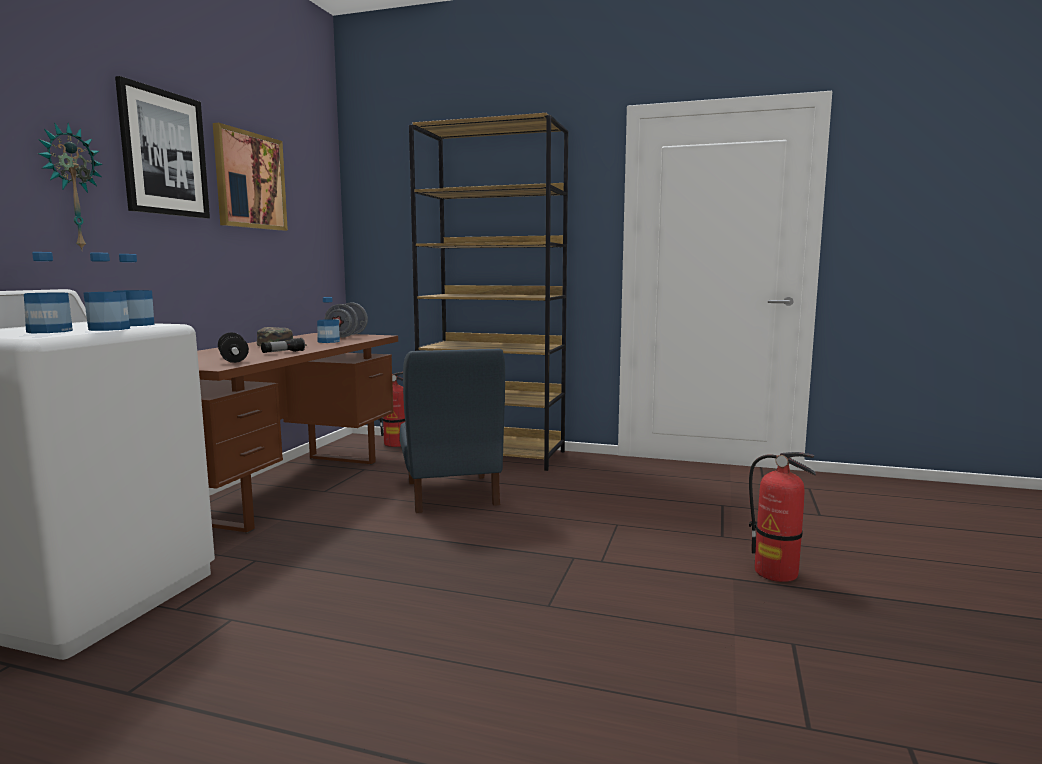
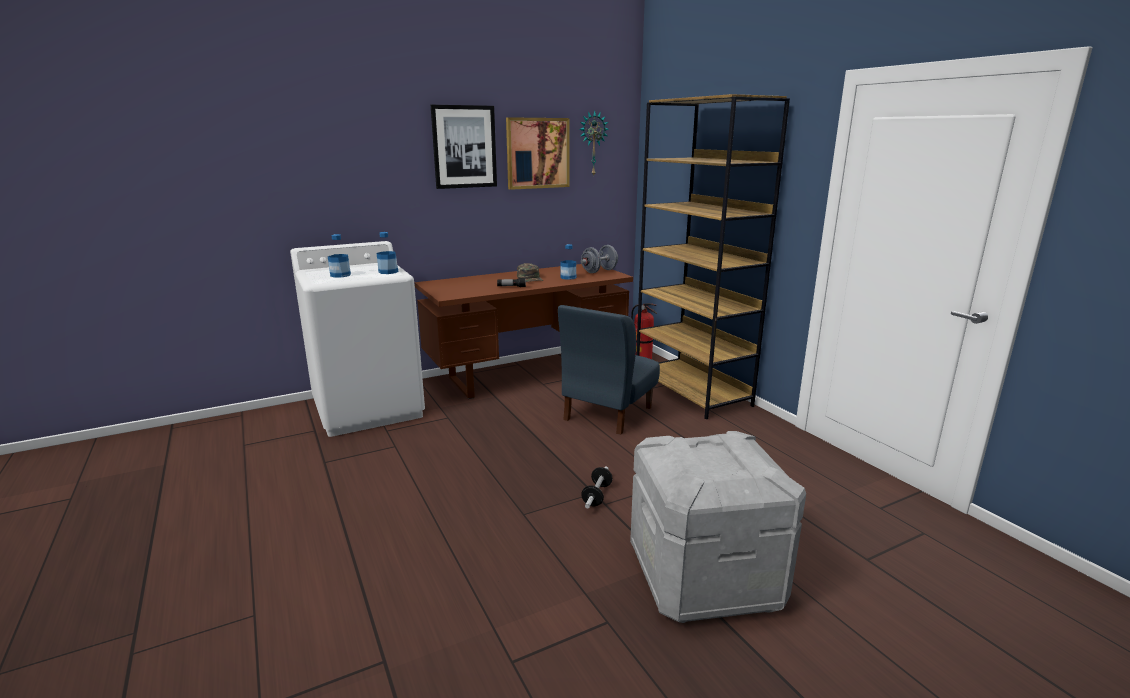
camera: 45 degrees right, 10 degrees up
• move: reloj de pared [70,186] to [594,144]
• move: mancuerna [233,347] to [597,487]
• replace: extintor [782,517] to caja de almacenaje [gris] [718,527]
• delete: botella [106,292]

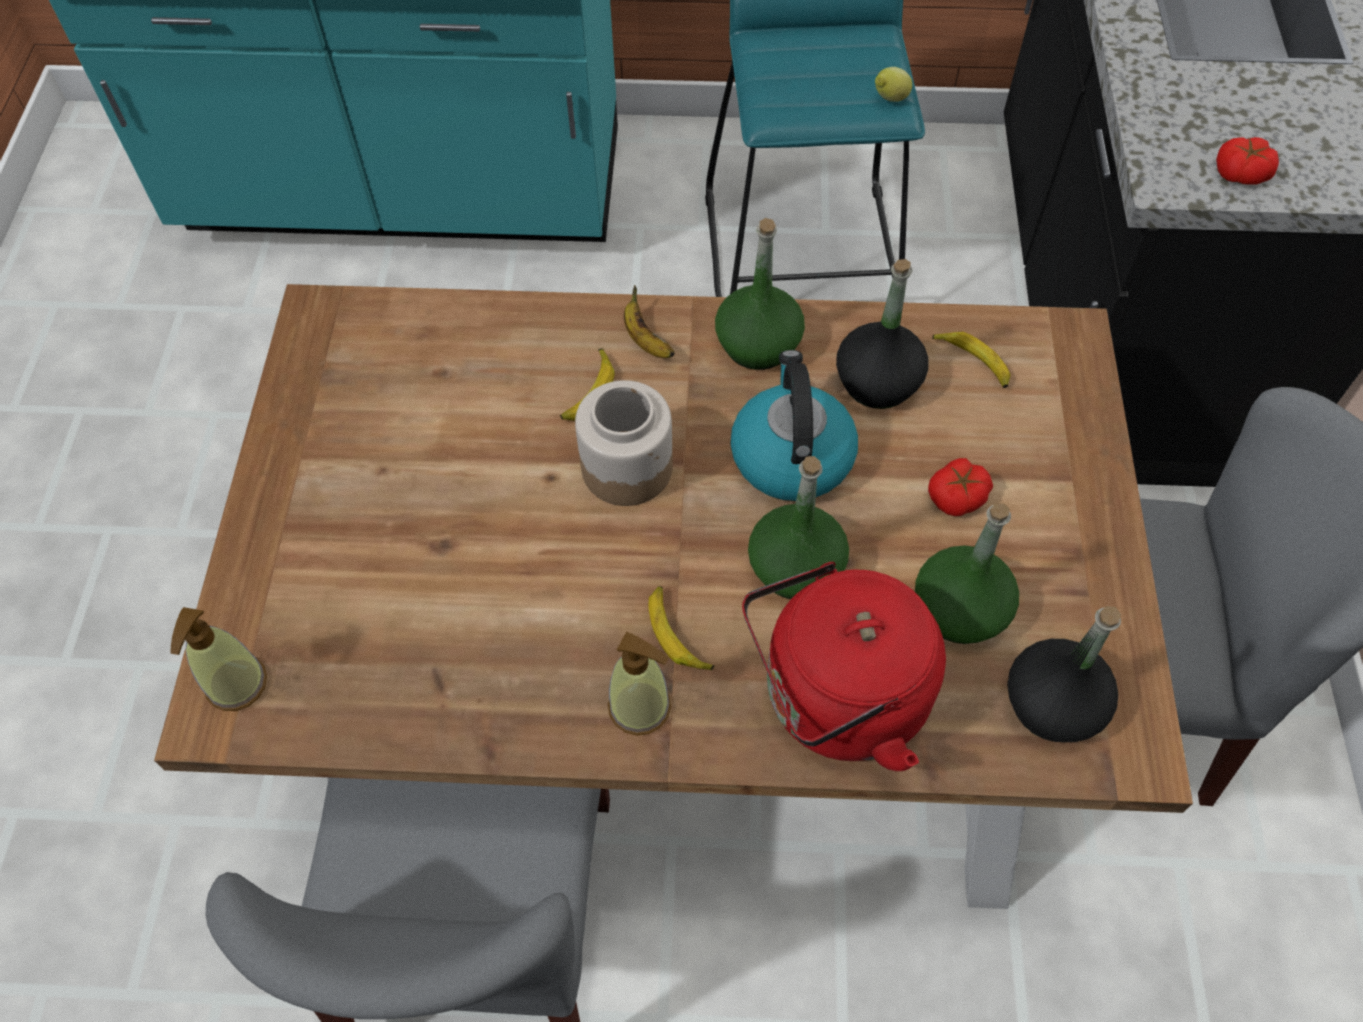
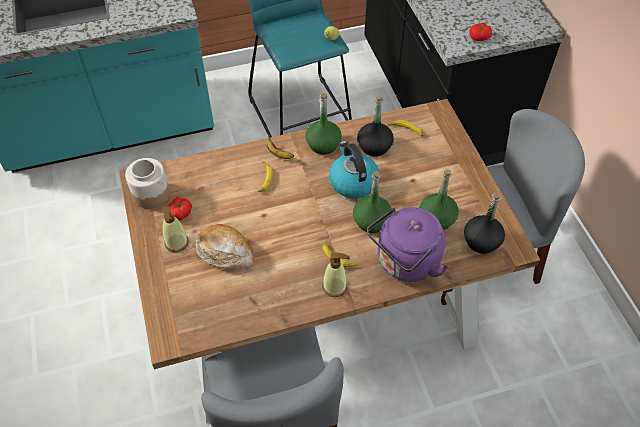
camera: 20 degrees left, 5 degrees down
• move: tarro [624,443] to [147,183]
• move: dispensador de jabón [218,659] to [176,229]
• move: tomate [960,487] to [180,209]
• insert: pan [224,246]
• recolor: hervidor [rojo] [844,666] to hervidor [morado] [408,244]

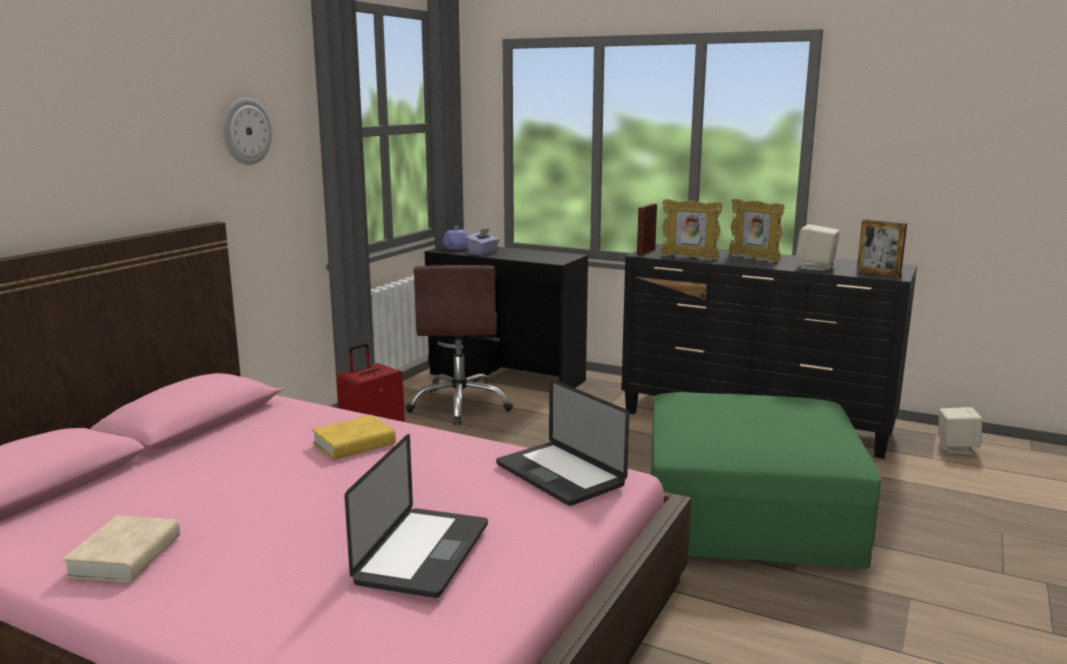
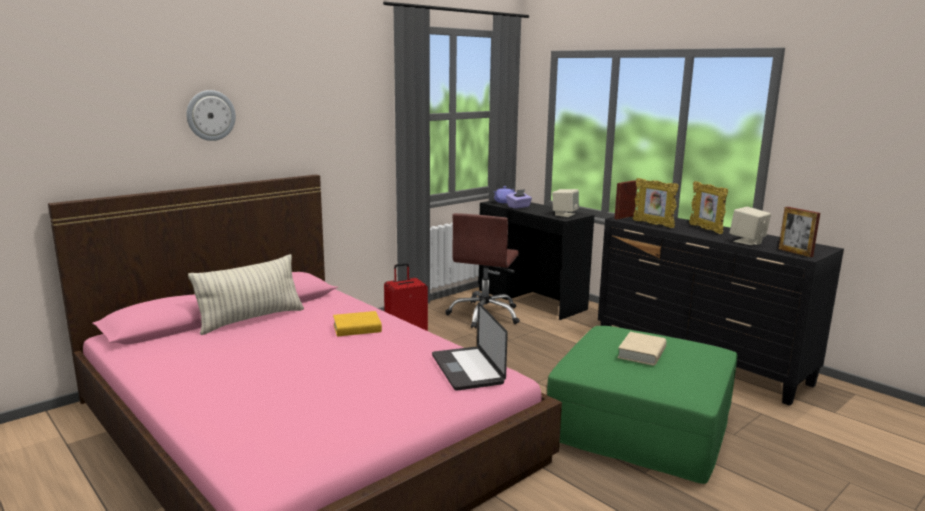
camera: 20 degrees right, 0 degrees up
• move: reloj de pared [247,131] to [211,115]
• insert: cojín [246,294]
• move: altavoz [beis] [960,431] to [565,203]
• move: libro [beis] [121,549] to [642,349]
• delete: portátil [416,516]

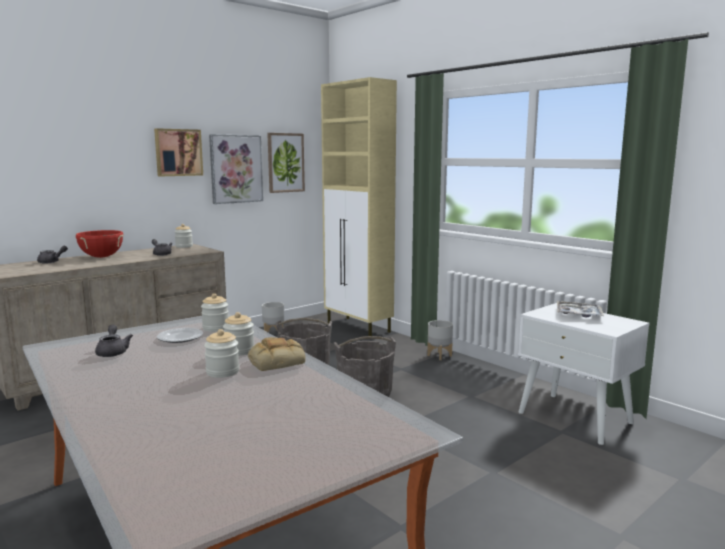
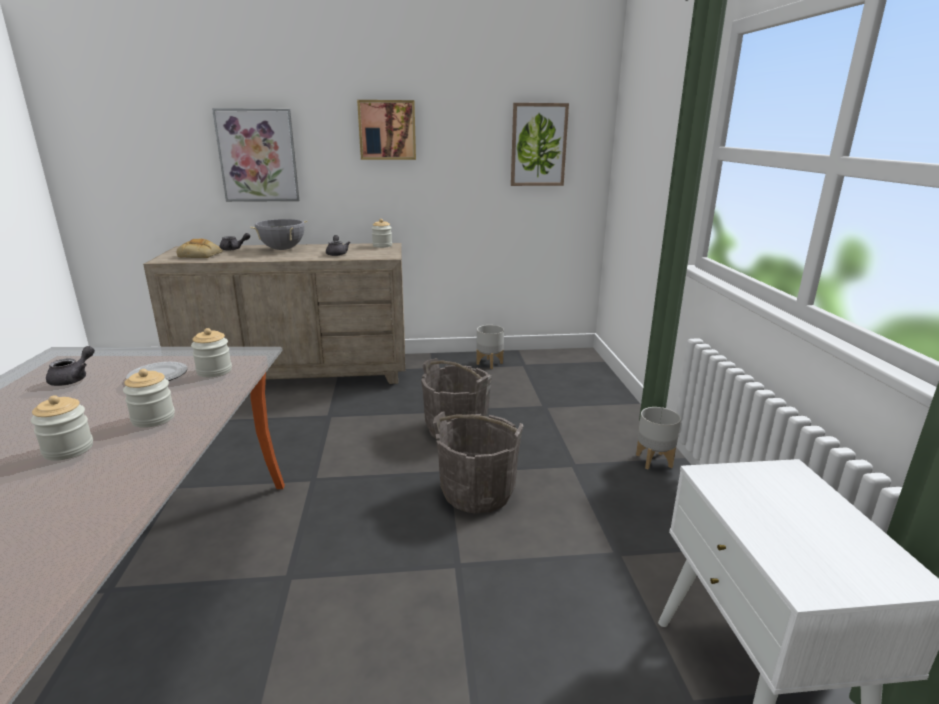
camera: 35 degrees right, 10 degrees up
• move: pan [277,354] to [200,248]
• move: cuadro [236,169] to [255,155]
• recolor: olla [rojo] [100,244] to olla [gris] [279,234]
• delete: armario [beis] [359,206]
• delete: bandeja [580,309]

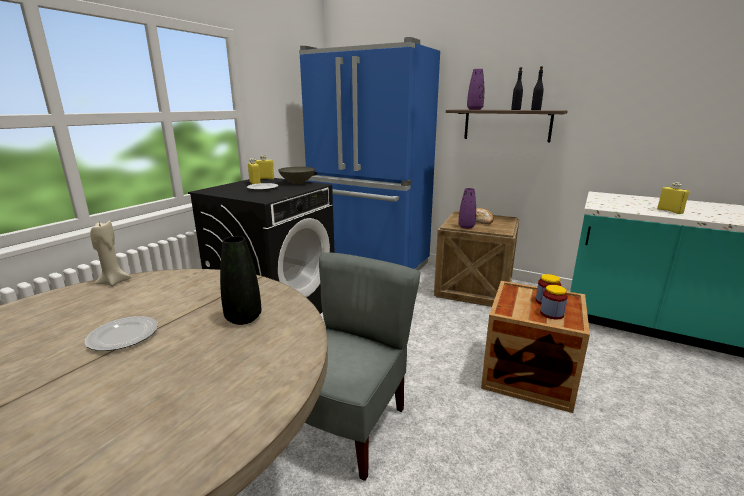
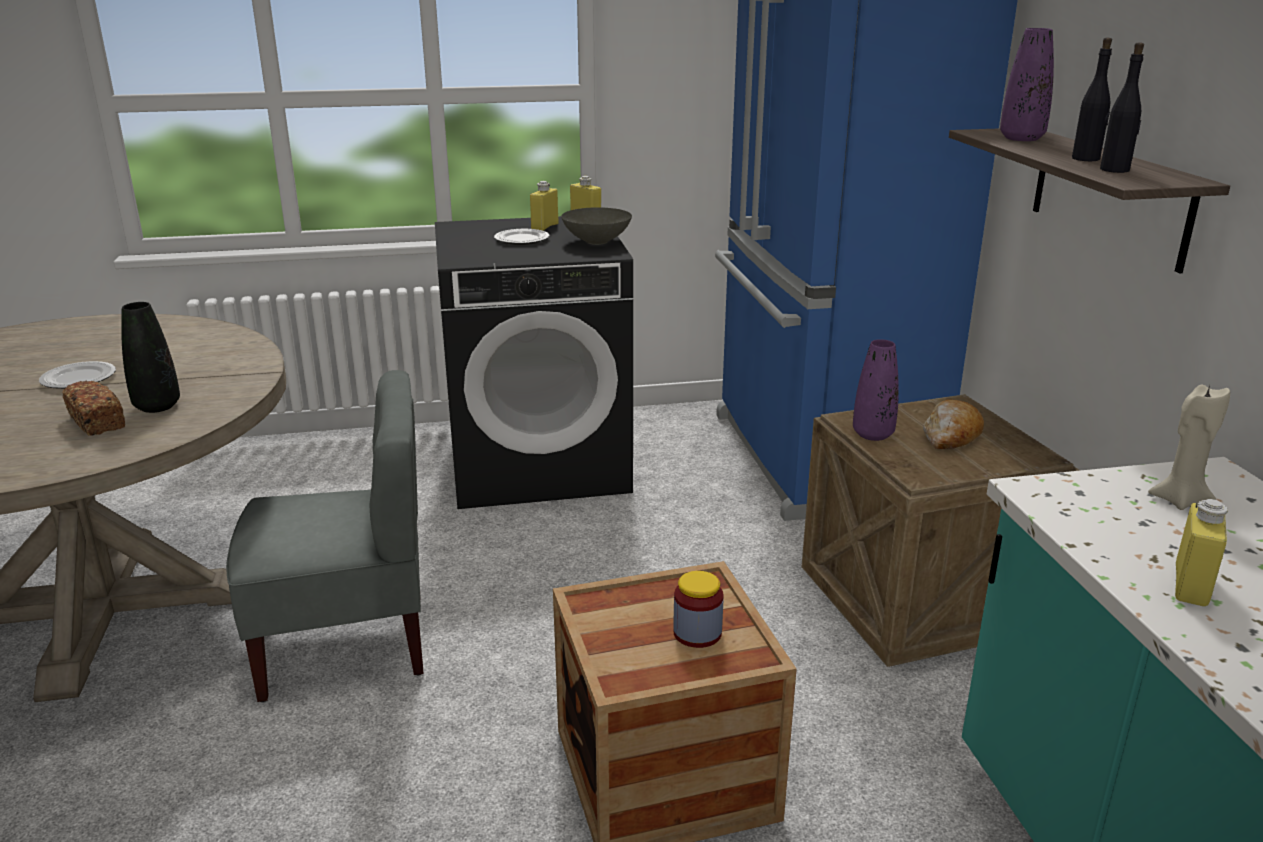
camera: 50 degrees right, 5 degrees up
• insert: pan [93,408]
• move: vela [beis] [110,253] to [1189,447]
• delete: tarro [554,302]

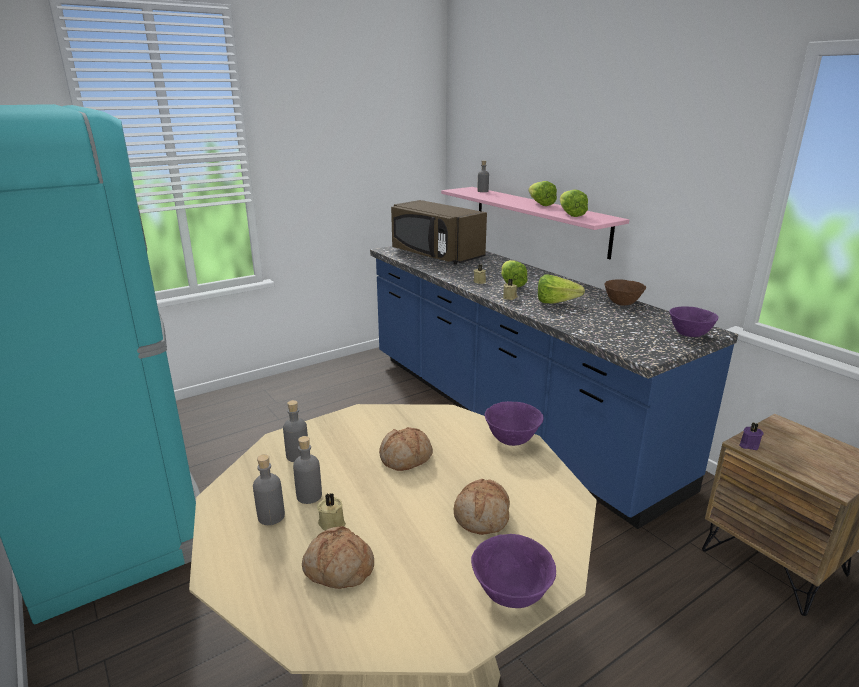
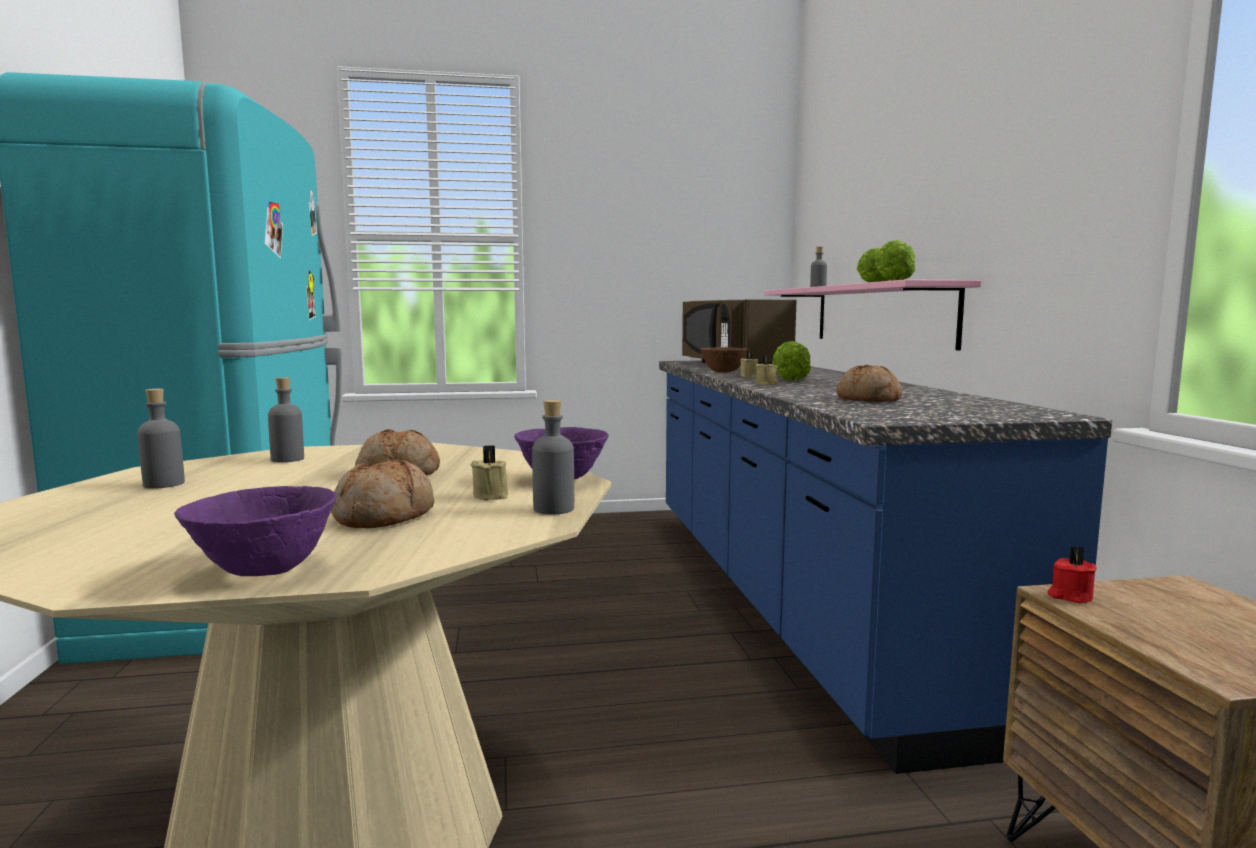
camera: 25 degrees right, 15 degrees down
• move: vela [beis] [331,511] to [489,472]
• move: botella [gris] [307,470] to [553,457]
• move: cuenco [marrón] [625,292] to [724,360]
• move: pan [338,557] to [869,383]
• recolor: vela [morado] [751,436] to vela [rojo] [1072,574]
• delete: lechuga [561,289]
• delete: cuenco [morado] [694,321]

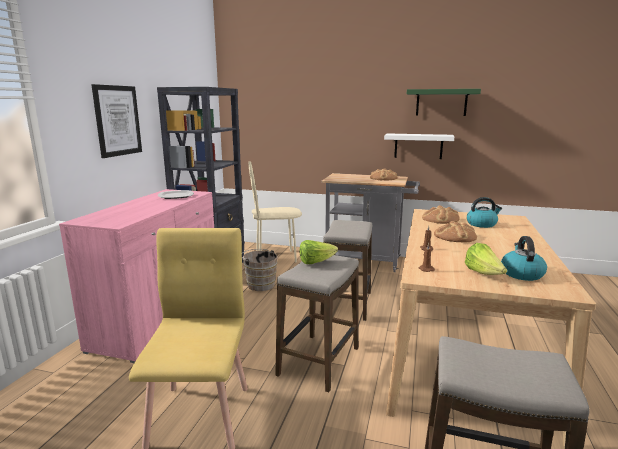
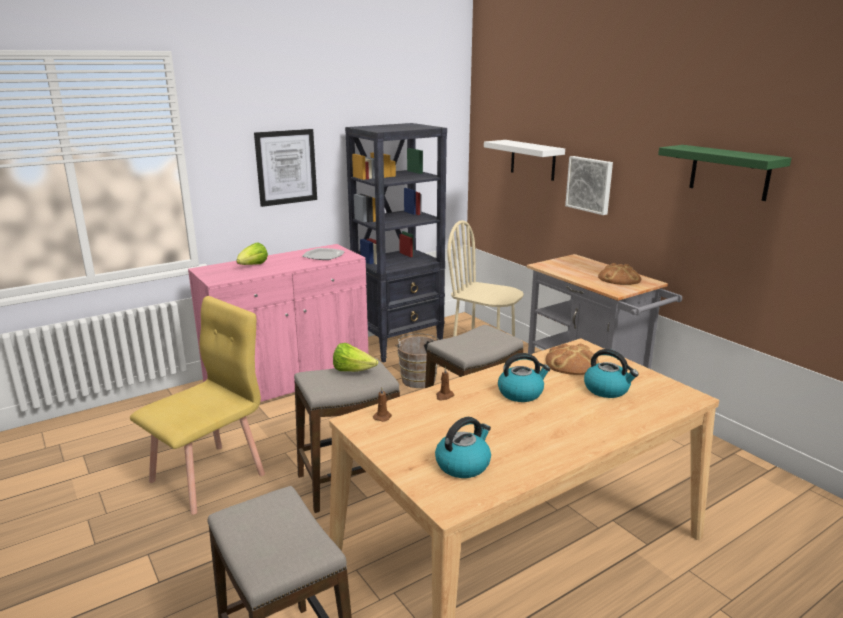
camera: 40 degrees right, 5 degrees up
• move: lechuga [486,259] to [252,254]
• move: estante [blanco] [419,146] to [524,160]
• replace: pan [455,232] to hervidor [524,377]
• insert: cuadro [589,185]

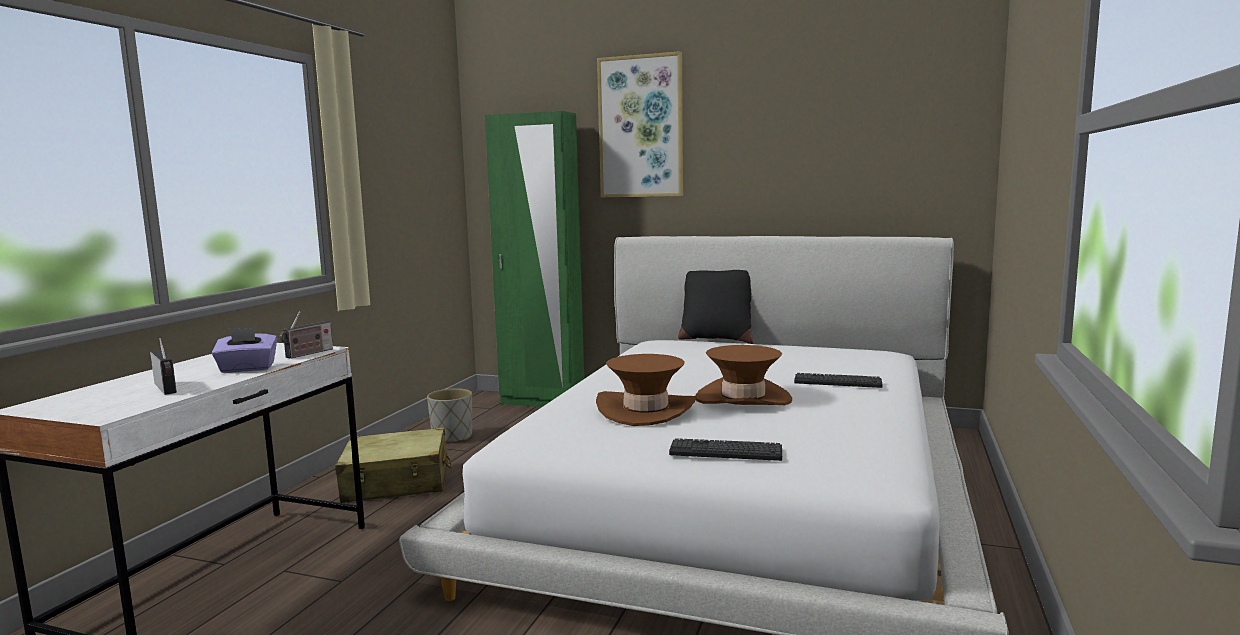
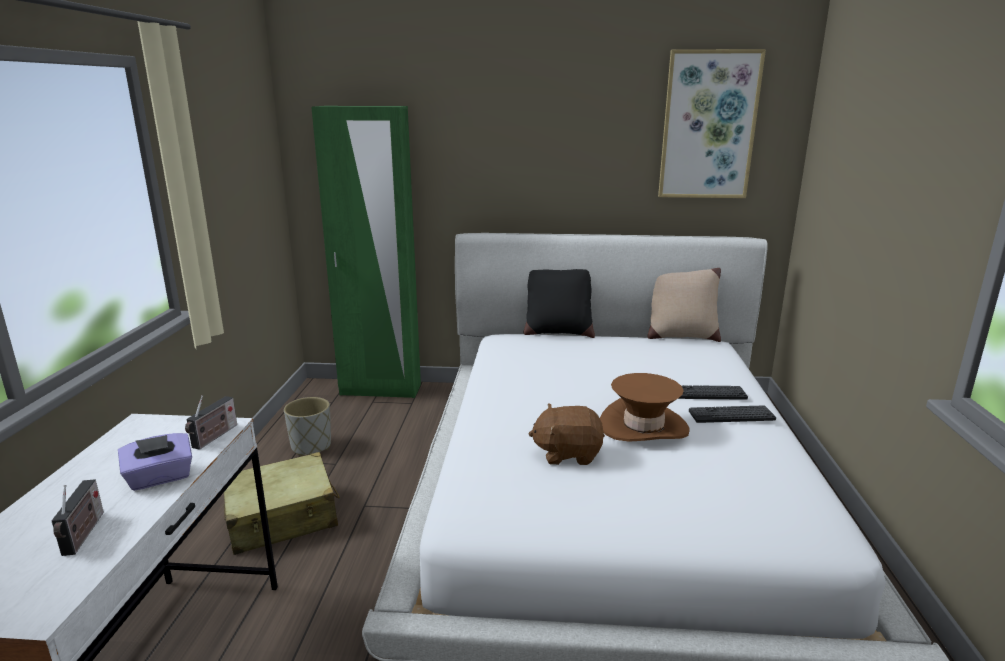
camera: 15 degrees left, 10 degrees up
• rotate: radio [163,366] = [78,517] 45 degrees clockwise
• replace: sombrero [marrón] [646,390] to peluche [marrón] [567,434]
• insert: cojín [beis] [684,305]
• move: cuadro [640,124] to [712,123]
• move: teclado [725,449] to [732,414]

